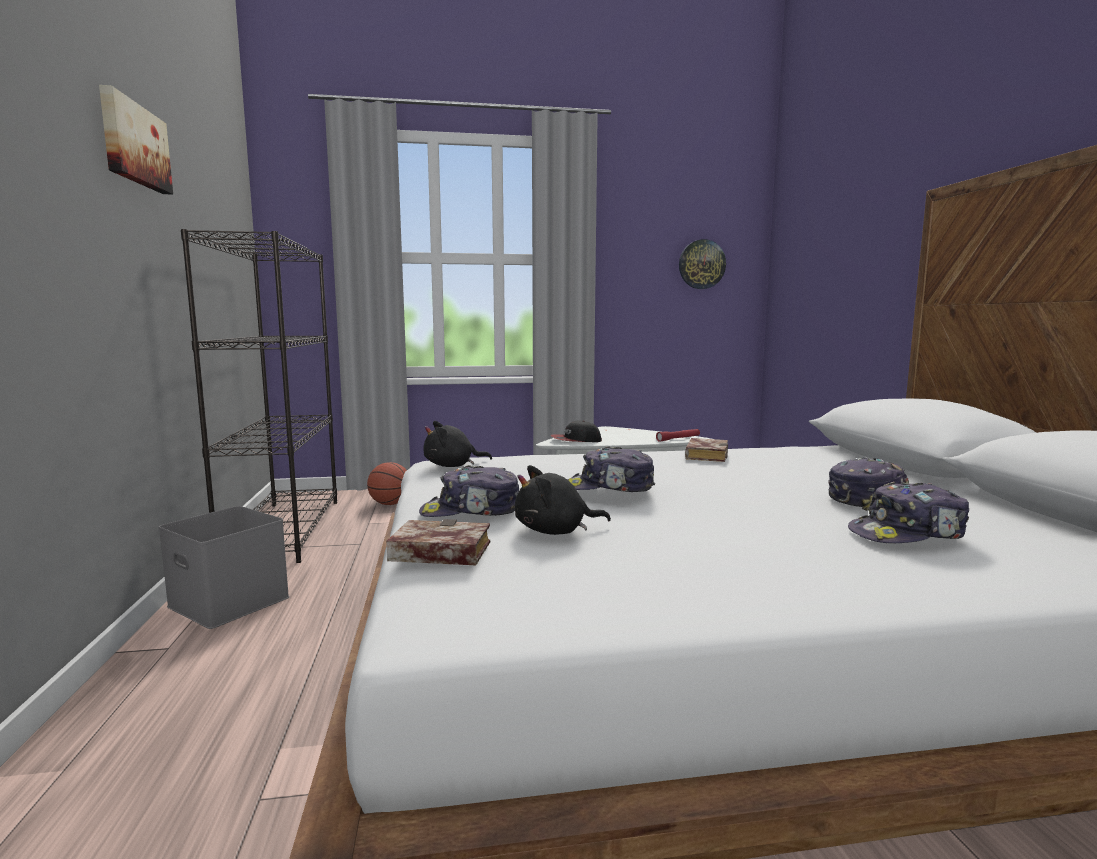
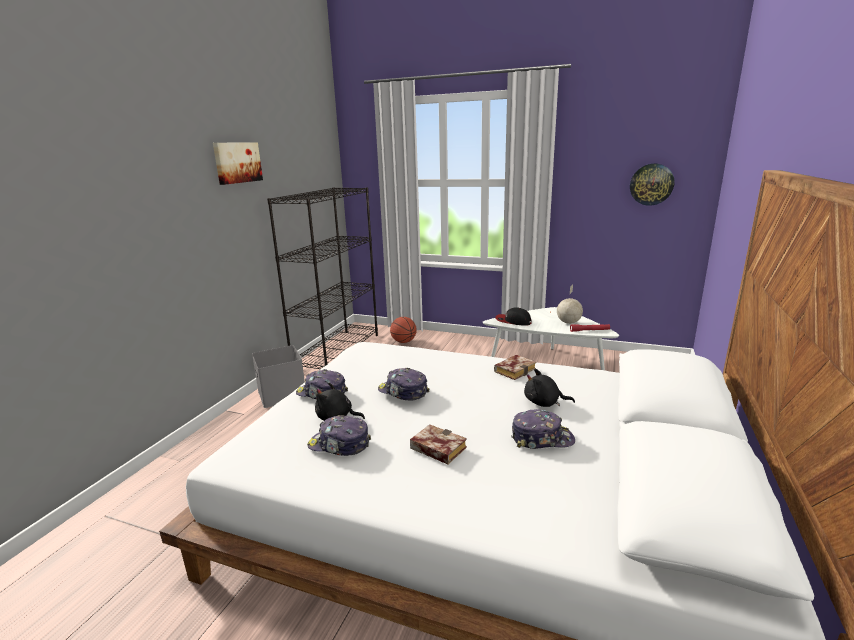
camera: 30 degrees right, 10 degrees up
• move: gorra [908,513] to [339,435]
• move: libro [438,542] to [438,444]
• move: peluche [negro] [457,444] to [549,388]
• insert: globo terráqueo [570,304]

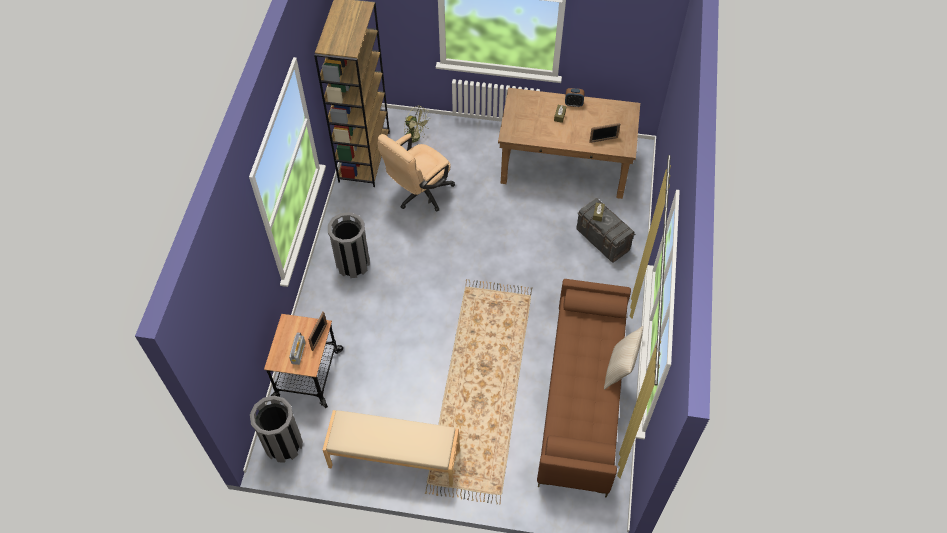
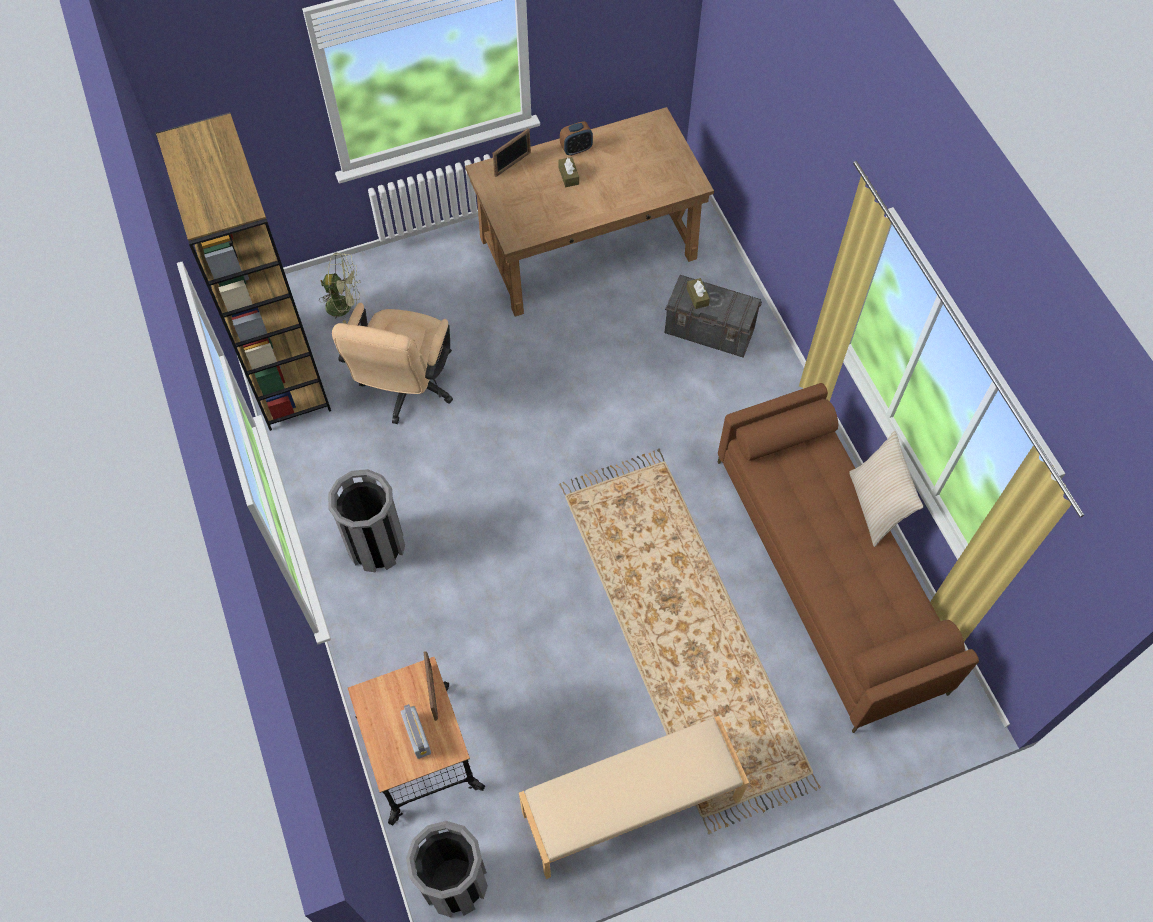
camera: 30 degrees left, 5 degrees up
• move: portarretratos [604,133] to [512,152]

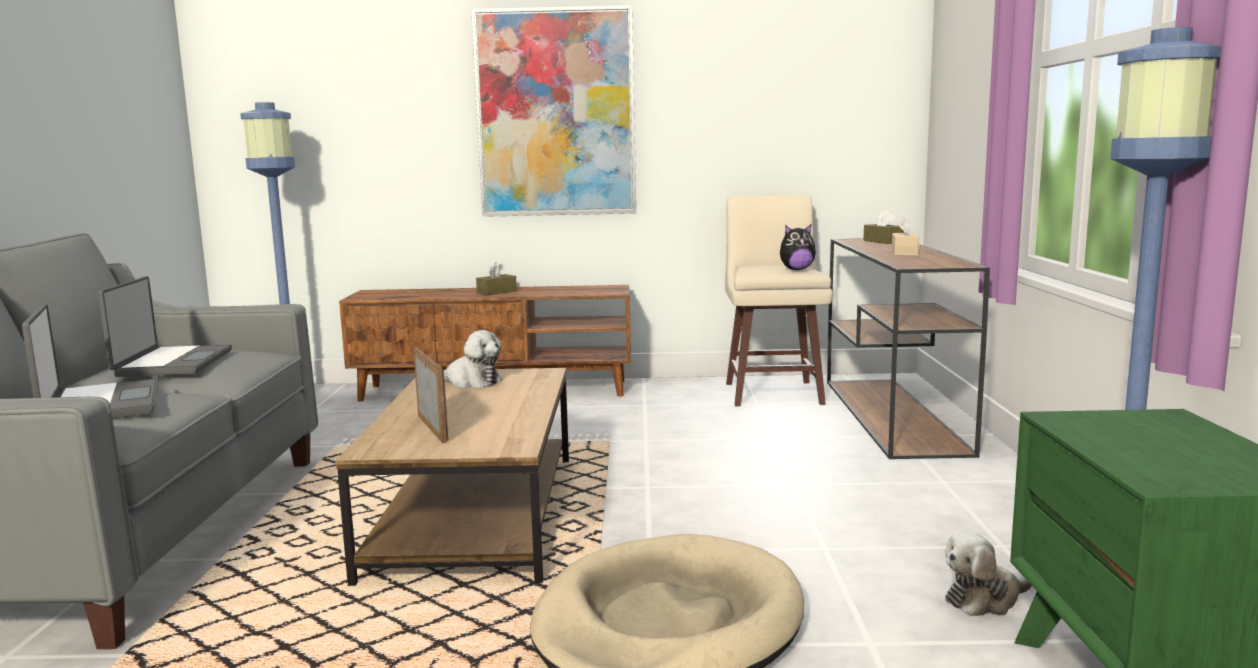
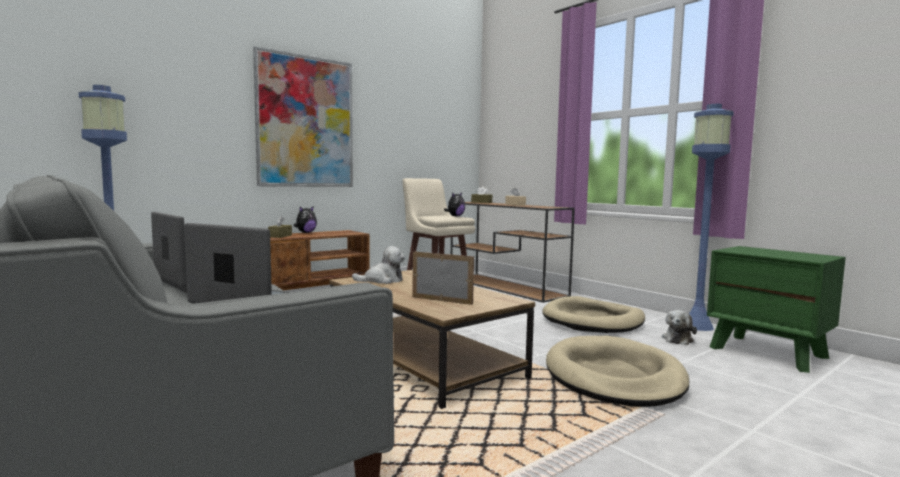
camera: 40 degrees left, 5 degrees down
• insert: peluche [305,220]
• insert: cama para perro [beis] [593,314]

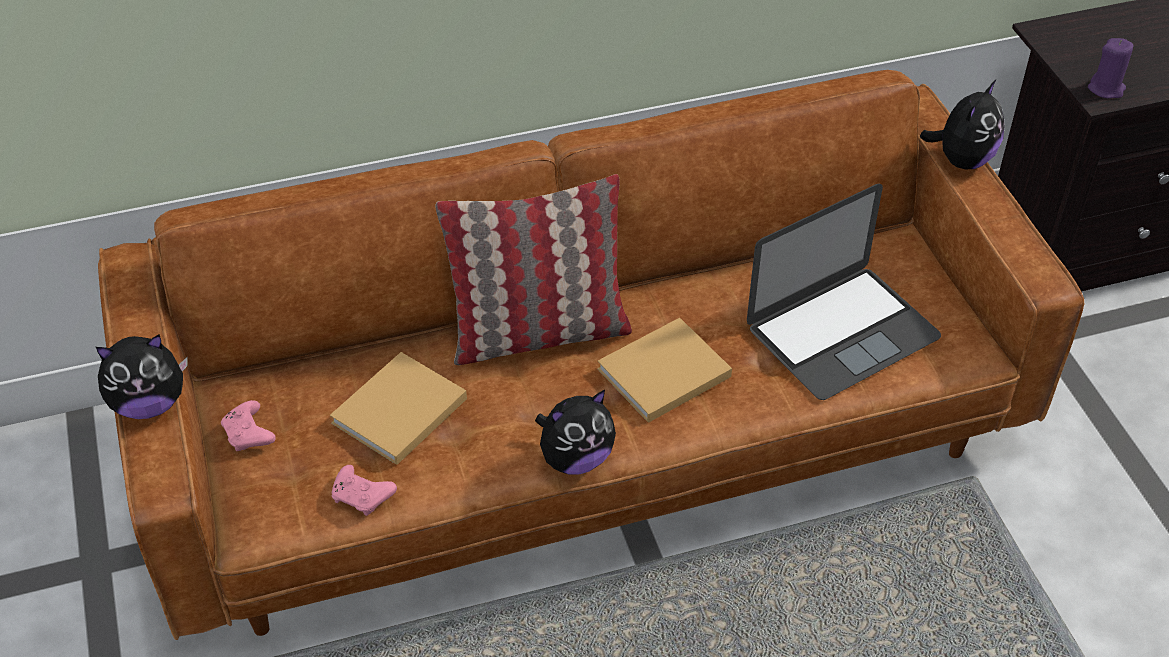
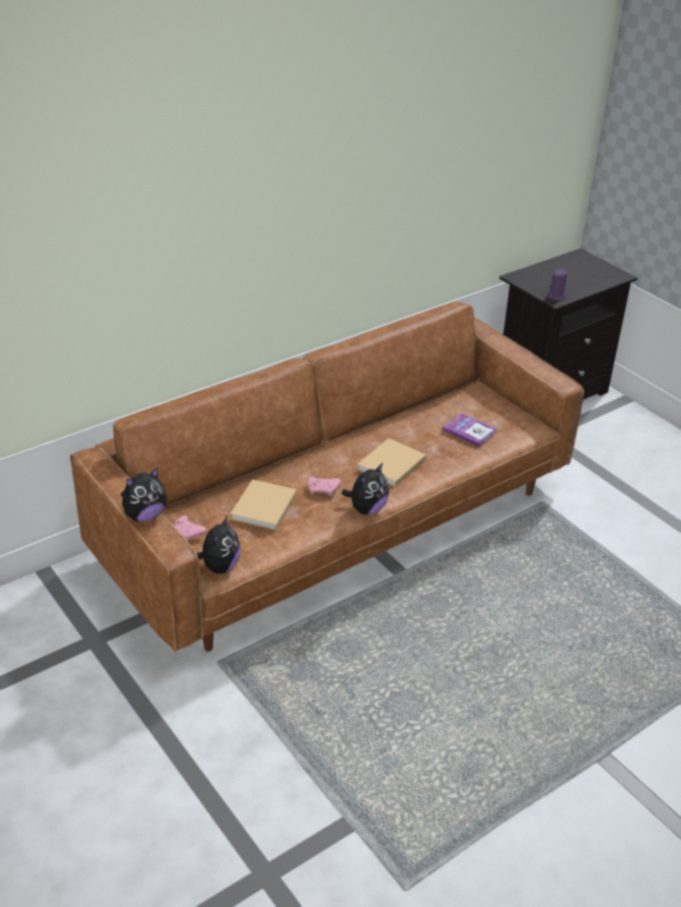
camera: 20 degrees left, 10 degrees down
• move: peluche [962,124] to [218,545]
• move: mando de consola [rosa] [364,490] to [324,486]
• replace: portátil [844,292] to libro [470,430]
• delete: cojín [533,269]

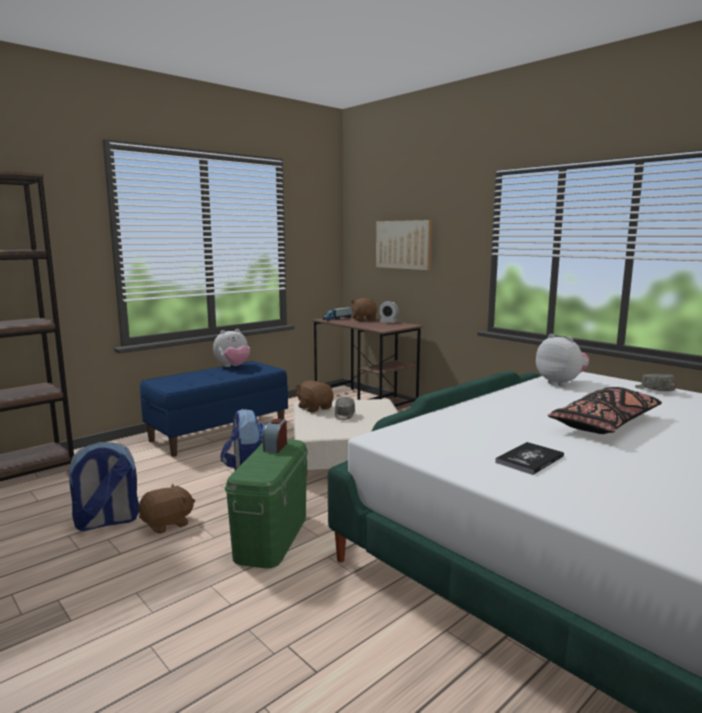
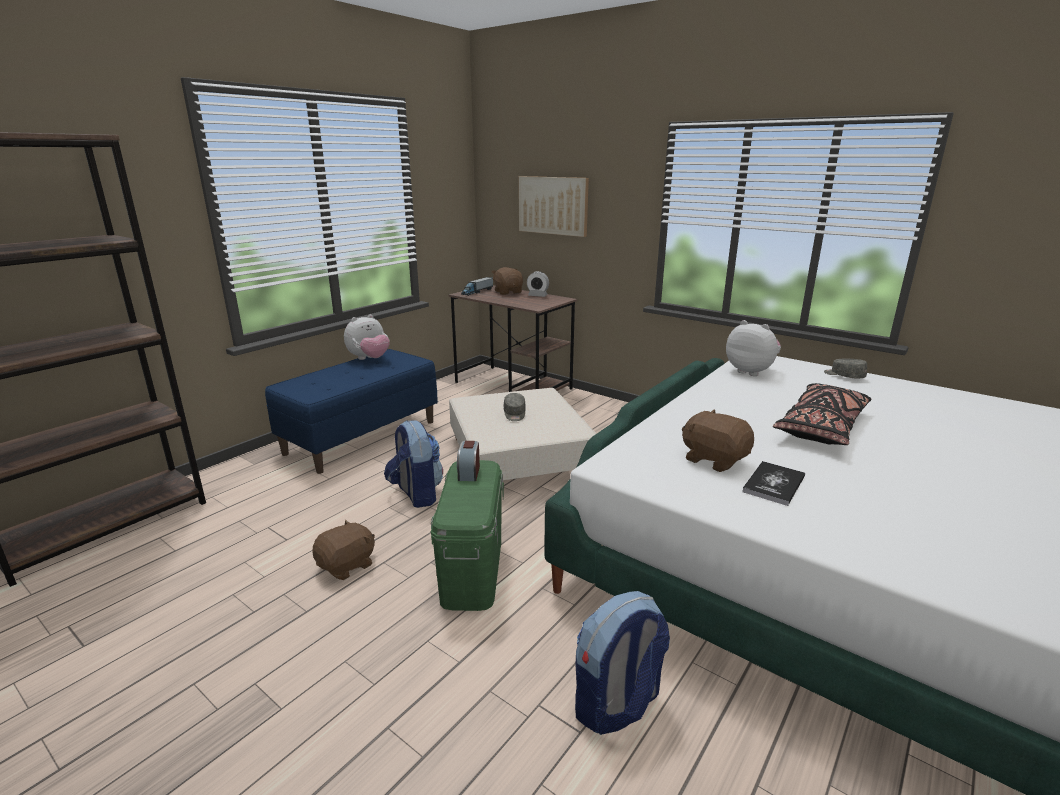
camera: 10 degrees left, 10 degrees up
• move: mochila [102,486] to [622,663]
• move: peluche [marrón] [314,396] to [718,440]

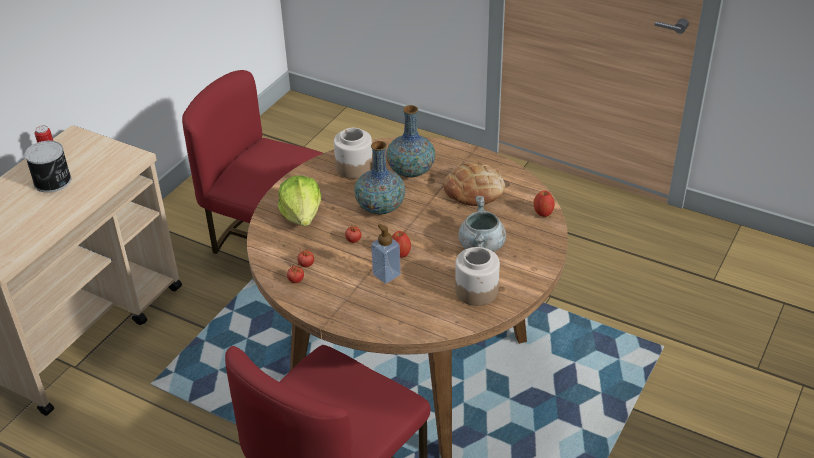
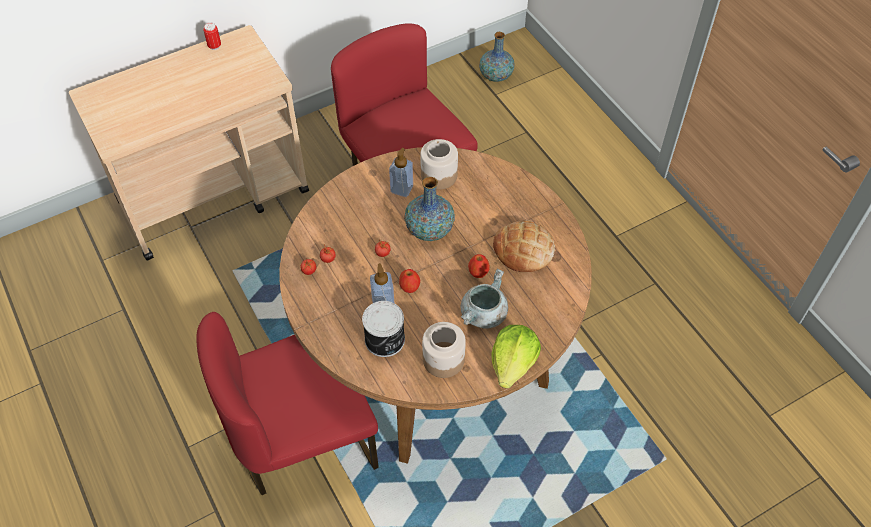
camera: 30 degrees right, 15 degrees up
• move: lata [47,166] to [383,329]
• insert: dispensador de jabón [401,172]
• move: manzana [544,203] to [479,266]
• move: florero [410,141] to [497,57]
• move: lechuga [299,201] to [516,357]

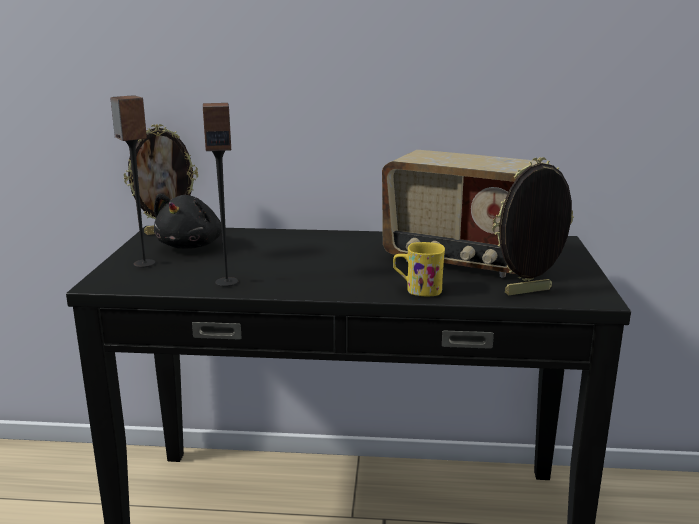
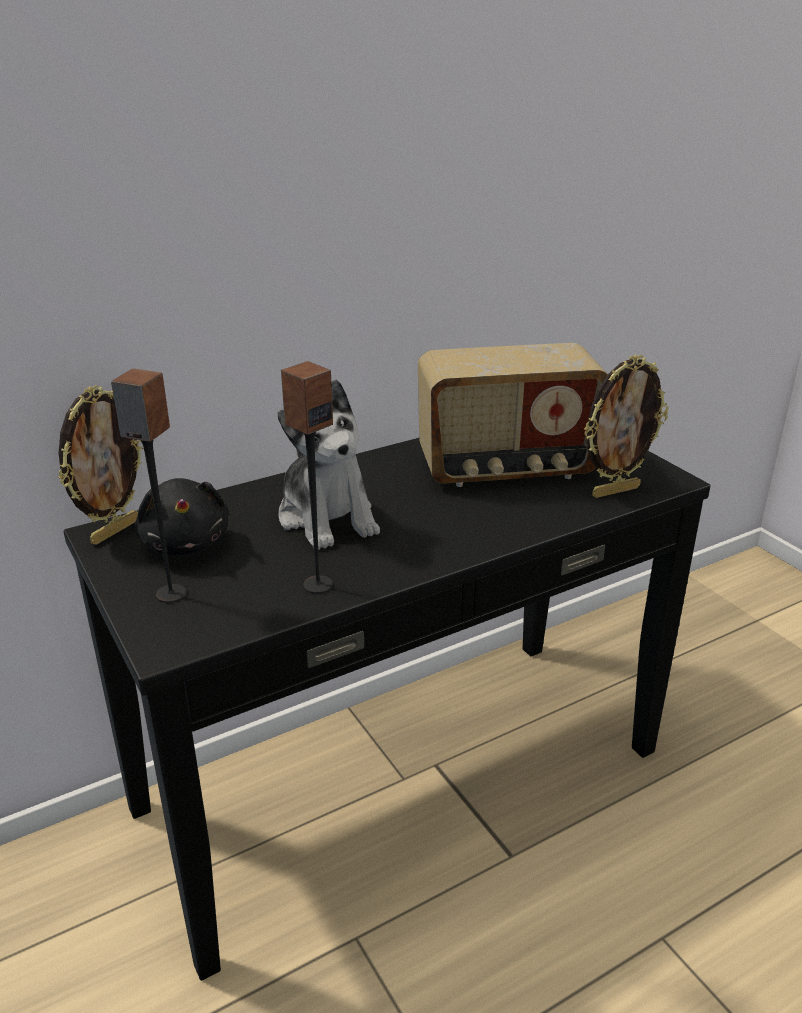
camera: 35 degrees left, 10 degrees up
• insert: peluche [329,464]
• rotate: portarretratos [533,226] = [626,426] 150 degrees counterclockwise
• delete: taza grande [amarillo] [419,269]

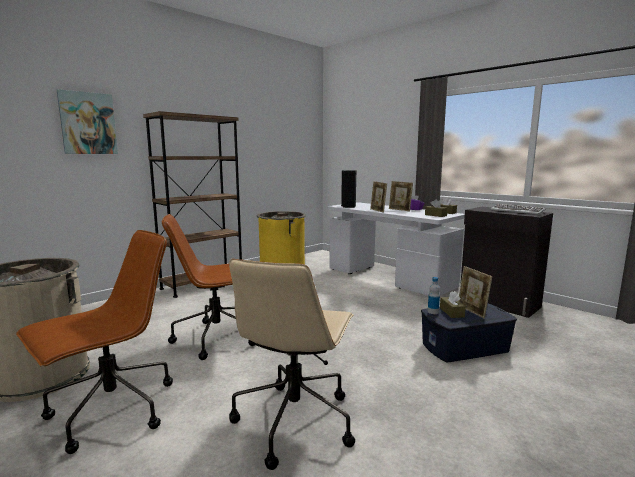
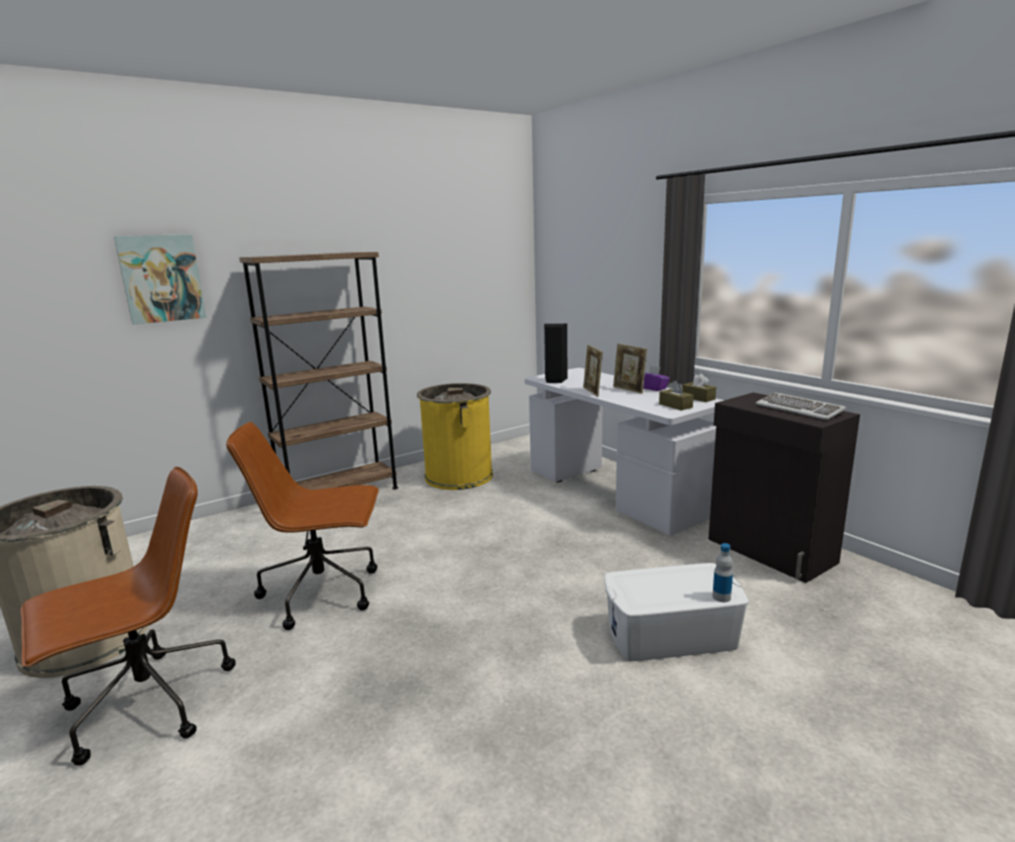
camera: 10 degrees right, 5 degrees up
• recolor: caja de almacenaje [azul] [469,332] to caja de almacenaje [blanco] [676,612]
• move: botella [434,295] to [722,572]
• delete: silla de oficina [beis] [292,364]
• delete: caja de pañuelos [marrón] [453,304]
• delete: portarretratos [475,292]

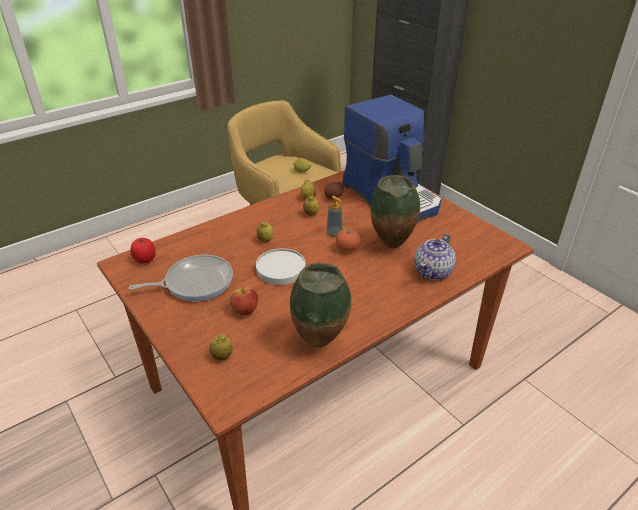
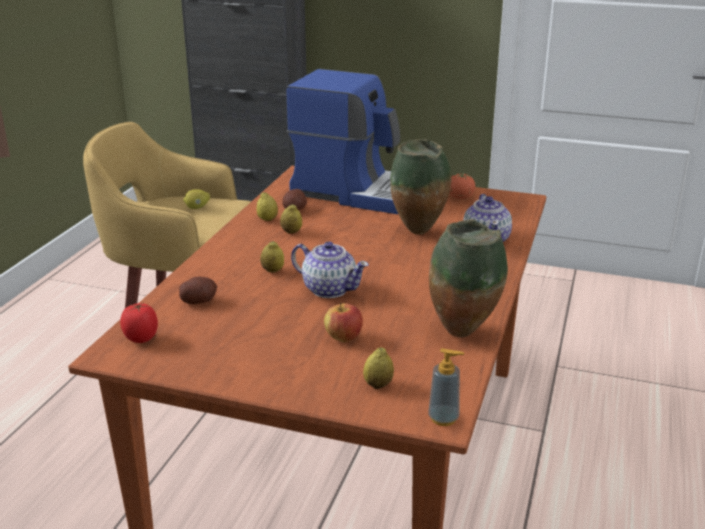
camera: 35 degrees left, 10 degrees down
• insert: patata [198,290]
• replace: plato [blanco] [280,266] to tetera [330,269]
• move: dispensador de jabón [334,216] to [446,387]
• move: tomate [348,240] to [462,186]
• delete: sartén [180,278]

